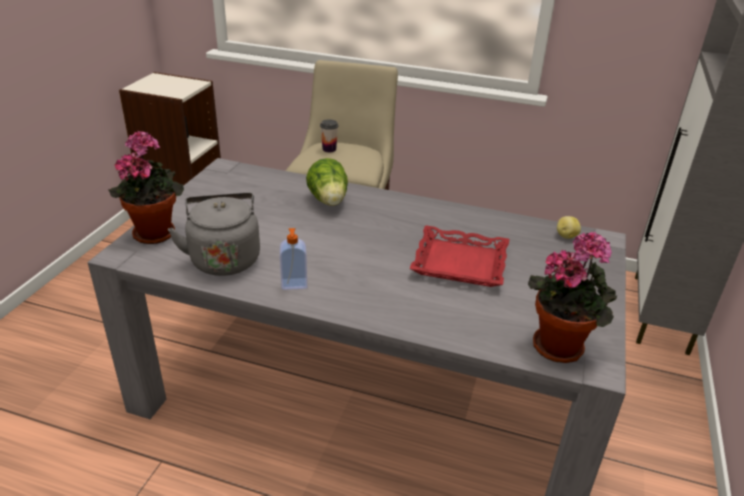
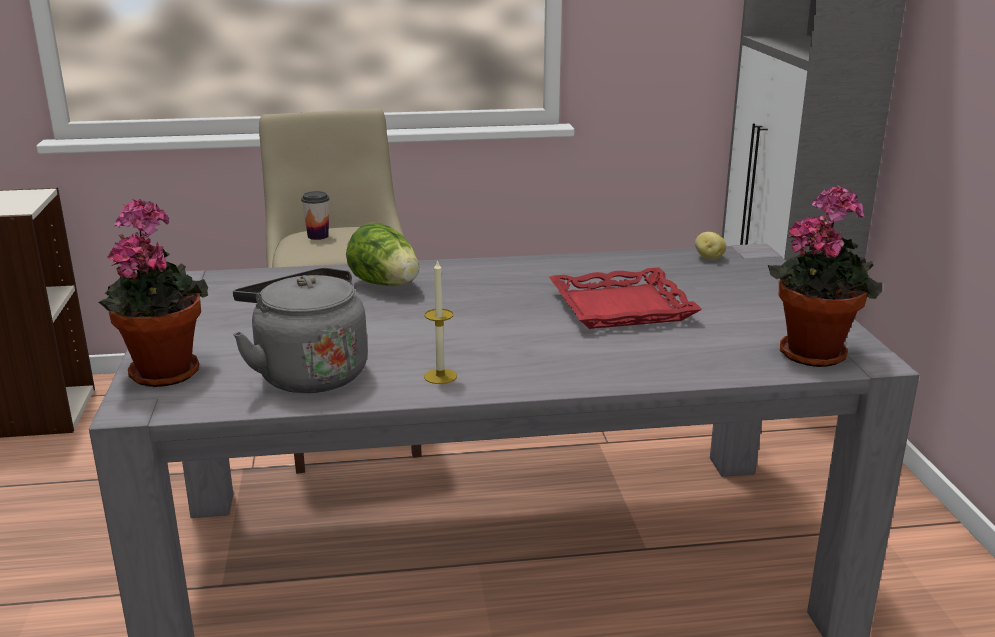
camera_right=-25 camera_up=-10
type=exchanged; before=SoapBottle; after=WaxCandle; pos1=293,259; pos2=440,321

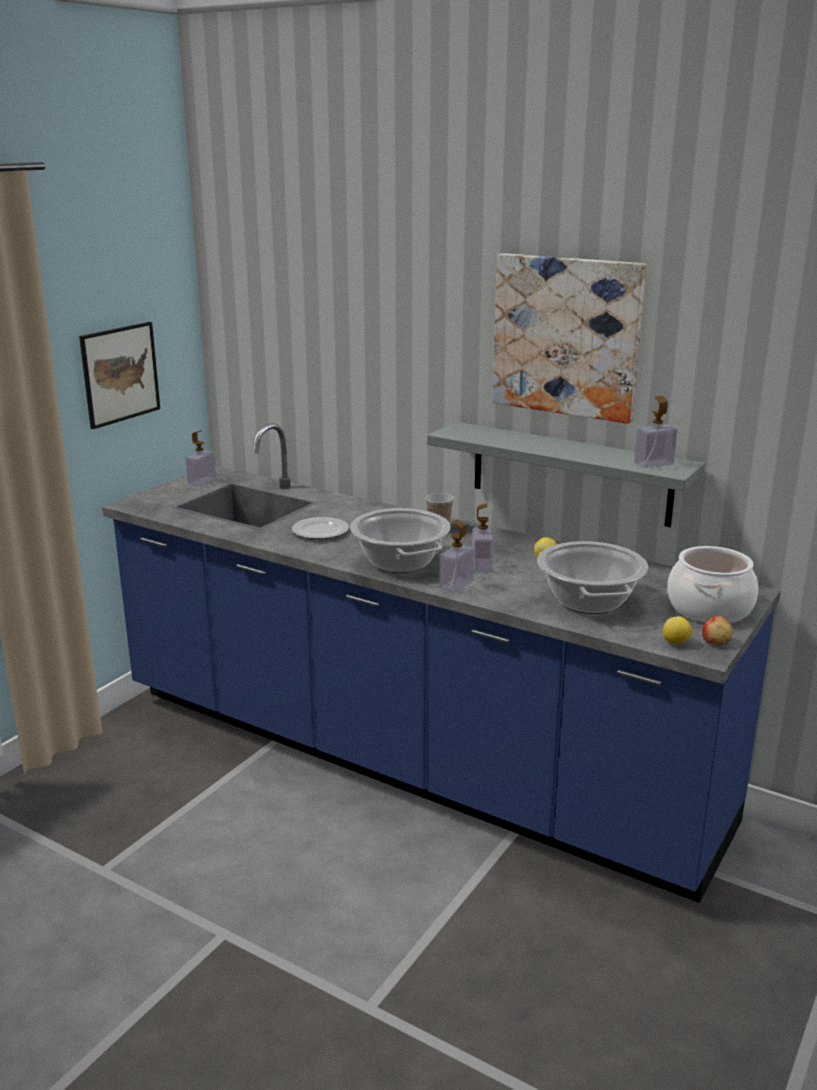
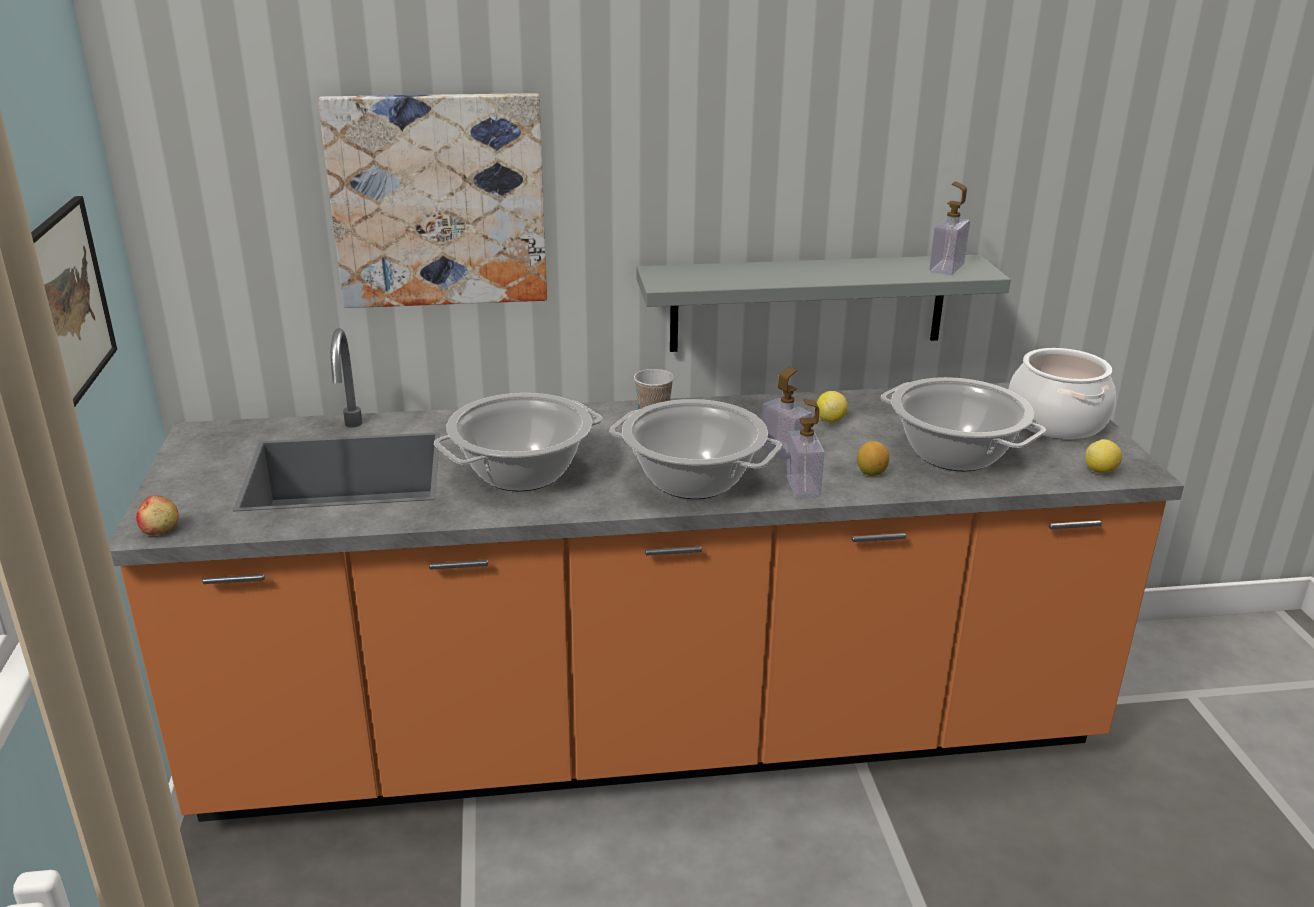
camera_right=-40 camera_up=5
type=missing; before=SoapBottle; pos1=201,458
type=appeared; after=WholeLemon; pos2=873,458
type=relocated; before=WallArt; pos1=569,338; pos2=432,200
type=relocated; before=WholeApple; pos1=717,630; pos2=157,515
type=exchanged; before=DinnerPlate; after=Stockpot; pos1=320,528; pos2=518,442
type=colour; before=BlueKitchenBaseUnit; after=OrangeColouredKitchenBaseUnit; pos1=441,663; pos2=646,575

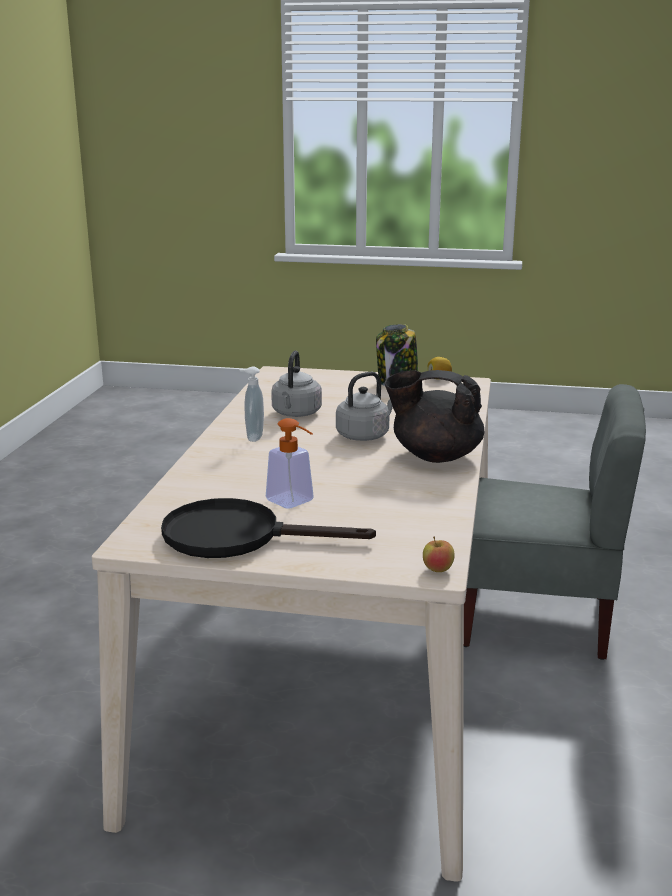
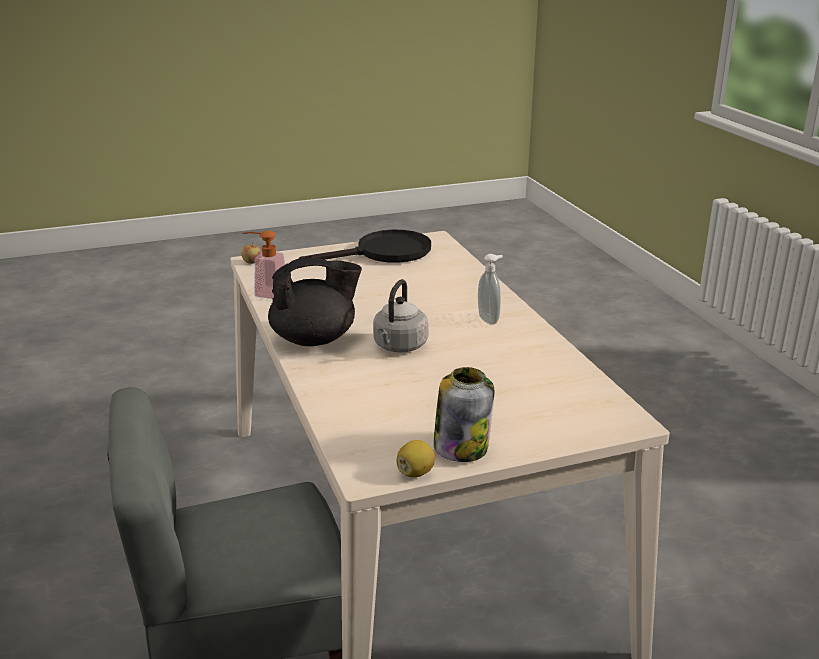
camera_right=150 camera_up=5
type=missing; before=GrayKettle; pos1=296,384
type=relocated; before=SoapBottle; pos1=290,463; pos2=263,265

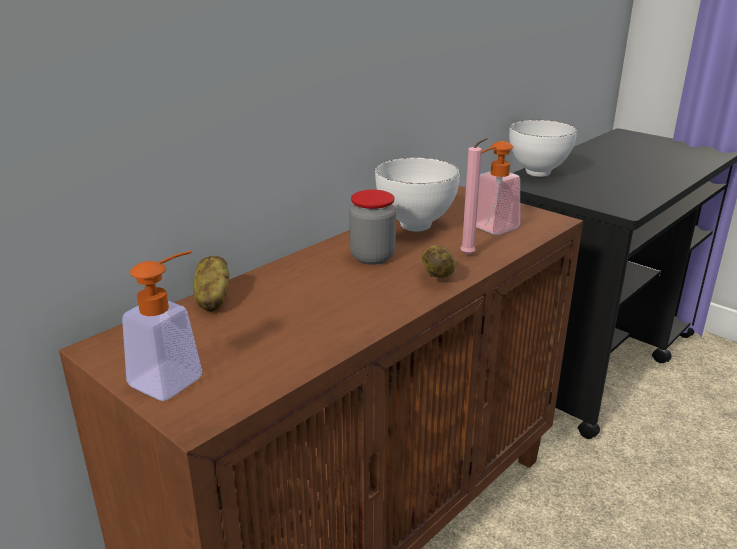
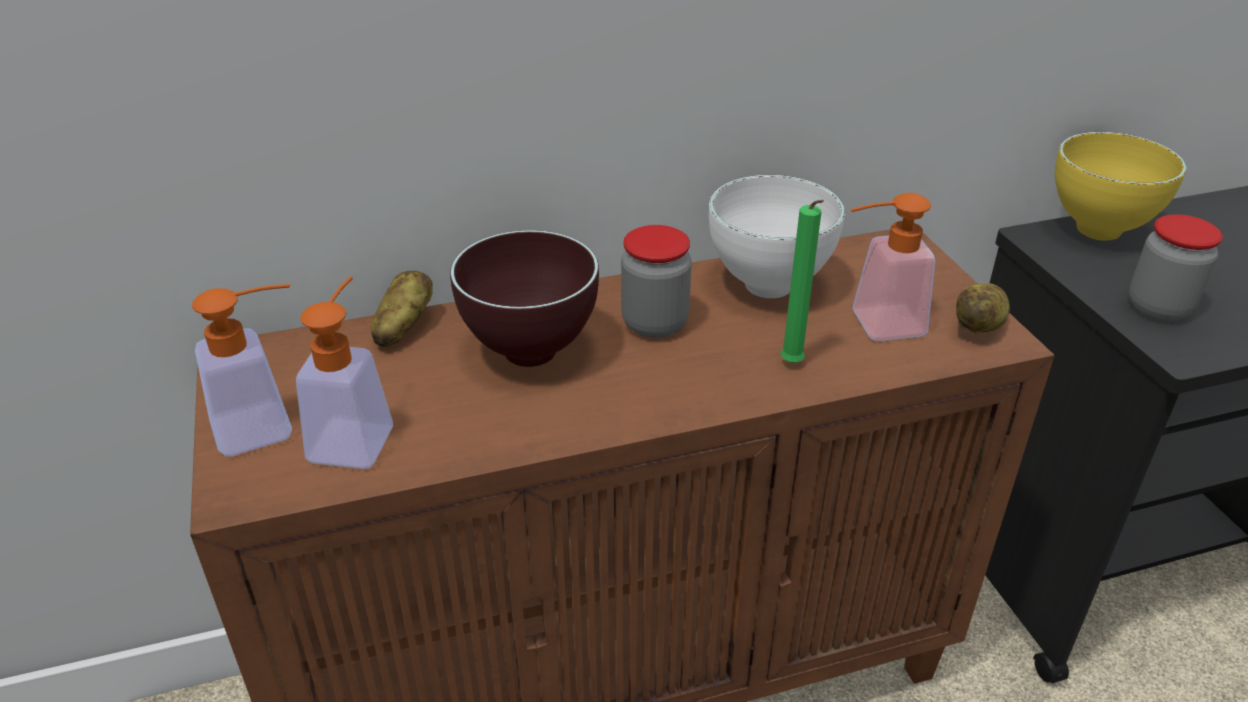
camera_right=30 camera_up=10
type=appeared; after=SoapBottle; pos2=344,372
type=appeared; after=BrownishBowl; pos2=524,298
type=appeared; after=Jar; pos2=1176,268
type=relocated; before=WholePotato; pos1=439,261; pos2=983,308
type=colour; before=PinkWaxCandle; after=GreenColouredWaxCandle; pos1=474,196; pos2=802,281
type=colour; before=WhitishBowl; after=YellowishBowl; pos1=543,148; pos2=1120,186

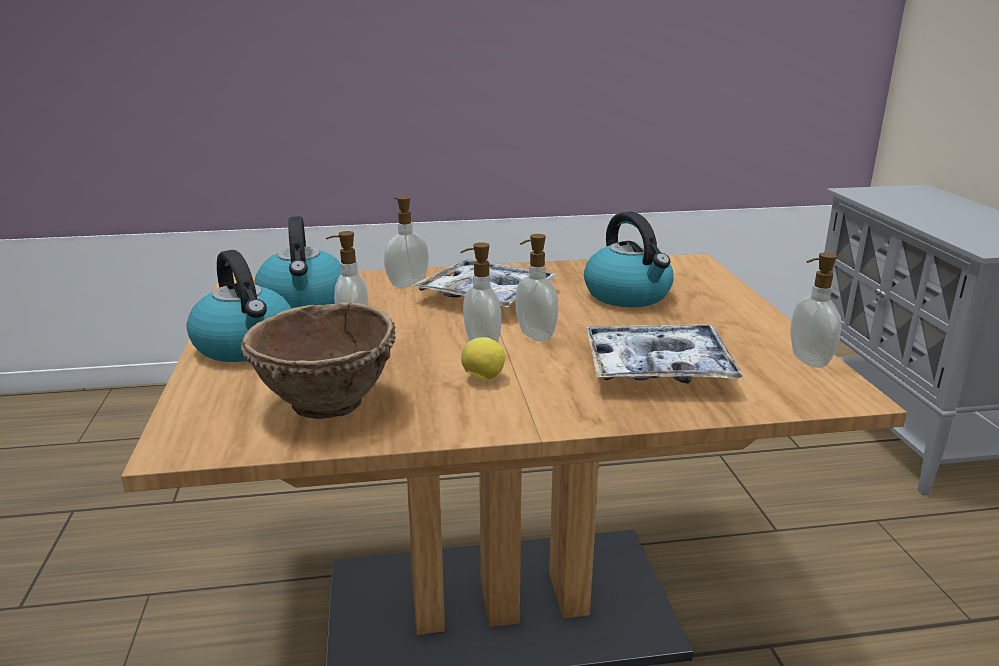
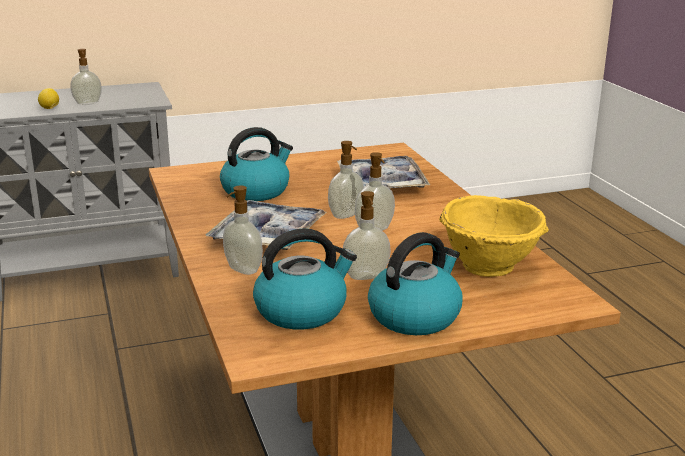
camera_right=-100 camera_up=0
type=relocated; before=WholeLemon; pos1=483,358; pos2=48,98
type=relocated; before=SoapBottle; pos1=815,310; pos2=86,77
type=colour; before=BrownishBowl; after=YellowishBowl; pos1=318,361; pos2=494,236

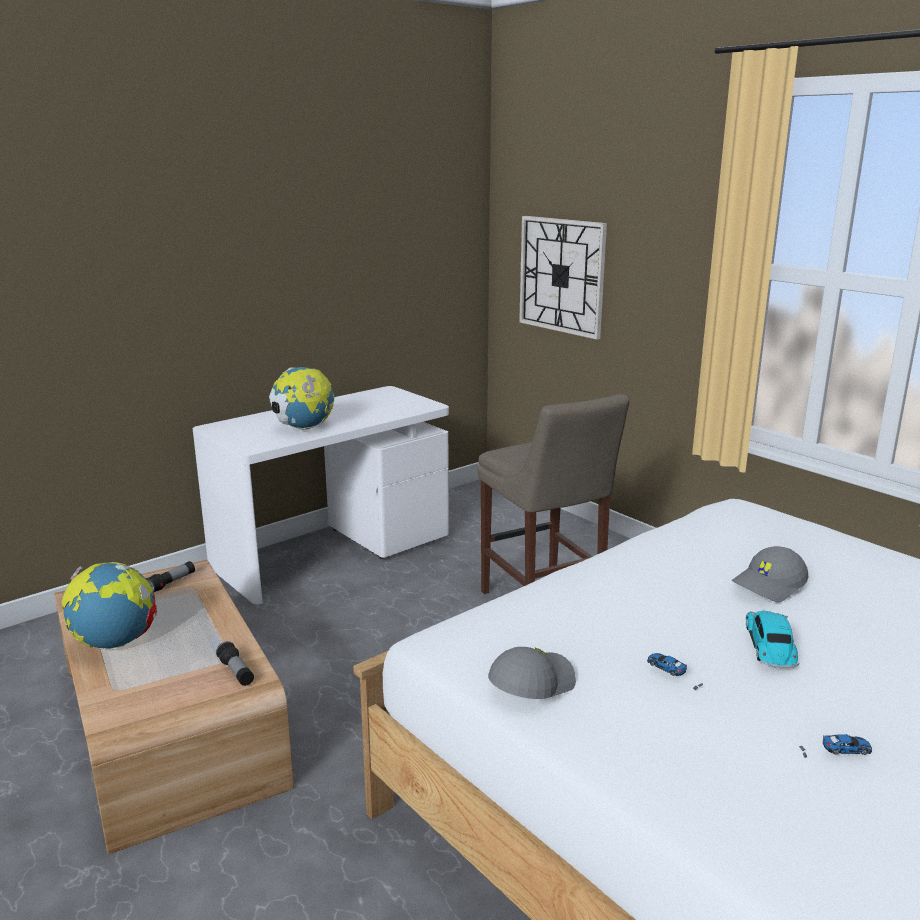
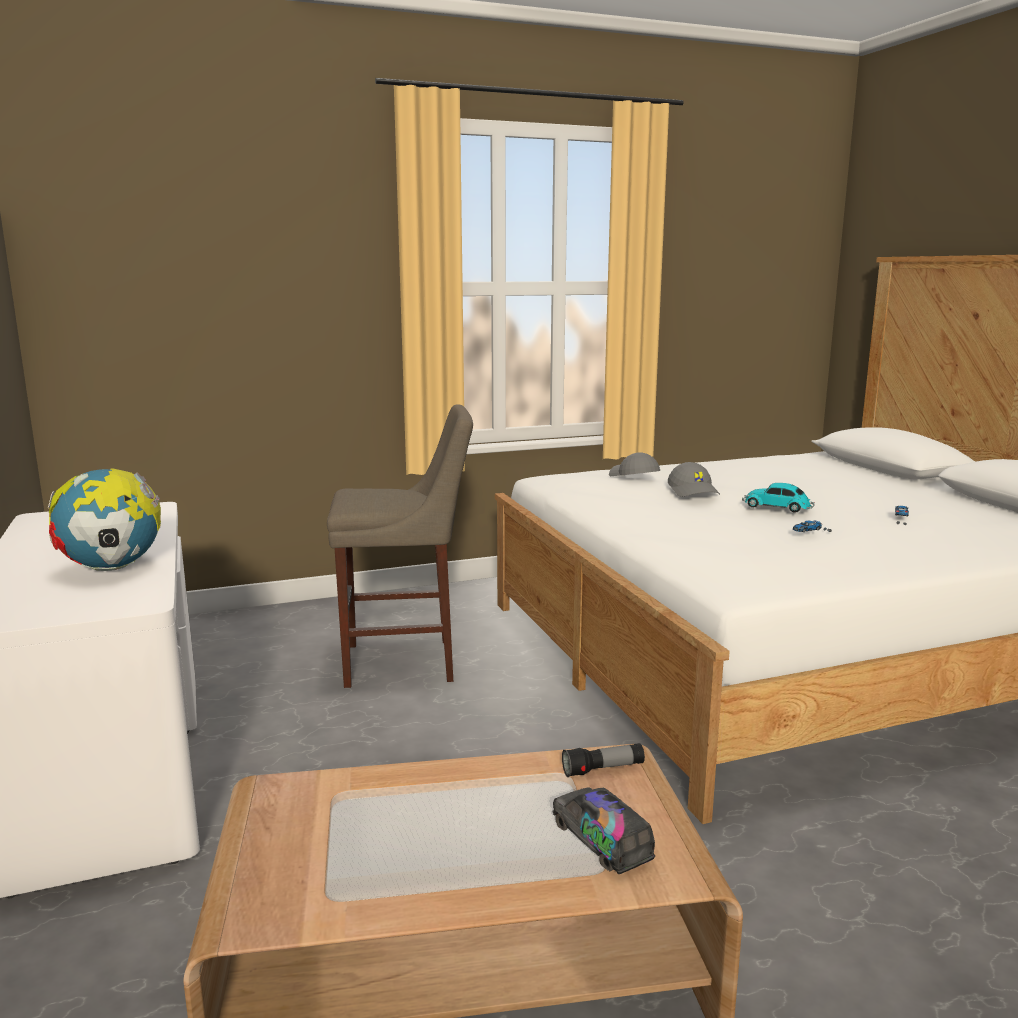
camera_right=-70 camera_up=-5
type=missing; before=WorldGlobe; pos1=109,606
type=missing; before=Flashlight; pos1=170,576
type=missing; before=HangingClock; pos1=563,278
type=appeared; after=ToyTruck; pos2=603,830
type=relocated; before=GrayCap; pos1=532,673; pos2=634,464

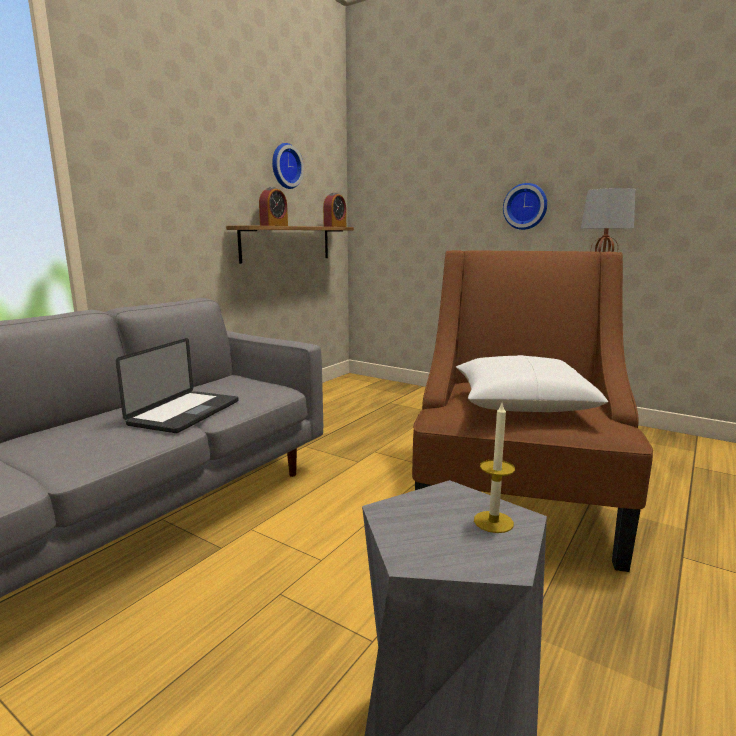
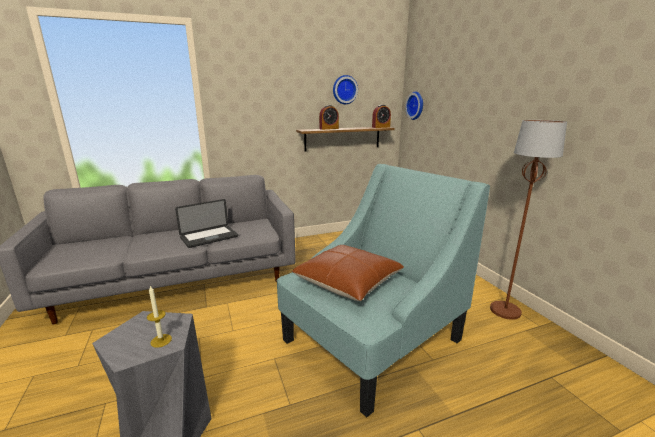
camera_right=35 camera_up=5
type=relocated; before=HangingClock; pos1=525,206; pos2=414,106
type=colour; before=BrownishLoungeChair; after=TurquoiseColouredLoungeChair; pos1=532,411; pos2=383,291
type=colour; before=WhitishPillow; after=BrownishPillow; pos1=532,383; pos2=348,273

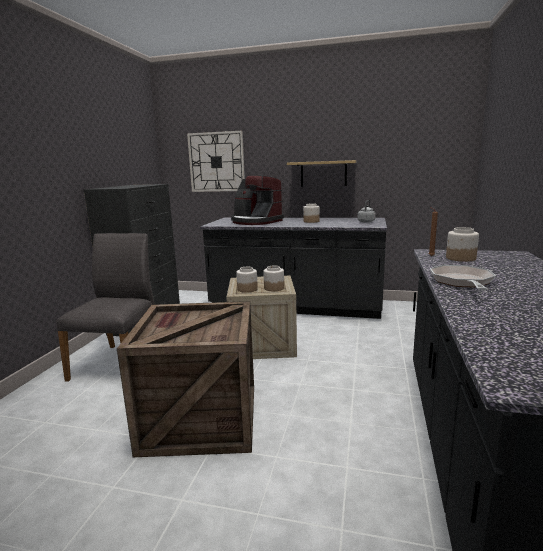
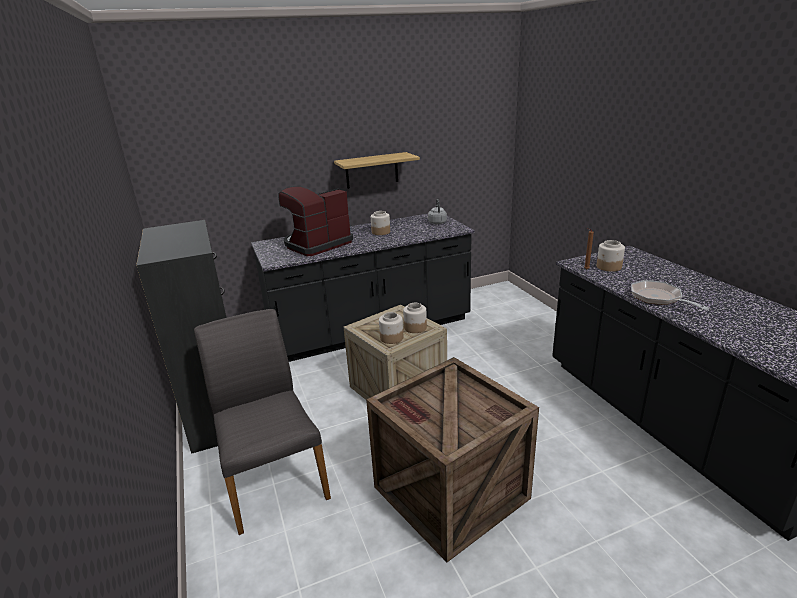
camera_right=-35 camera_up=10
type=missing; before=HangingClock; pos1=216,161
type=spun; before=CoffeeMaker; pos1=257,200; pos2=315,221; turn=135

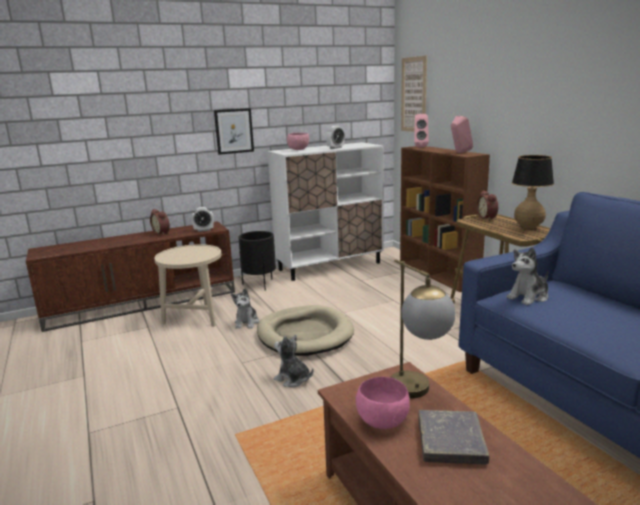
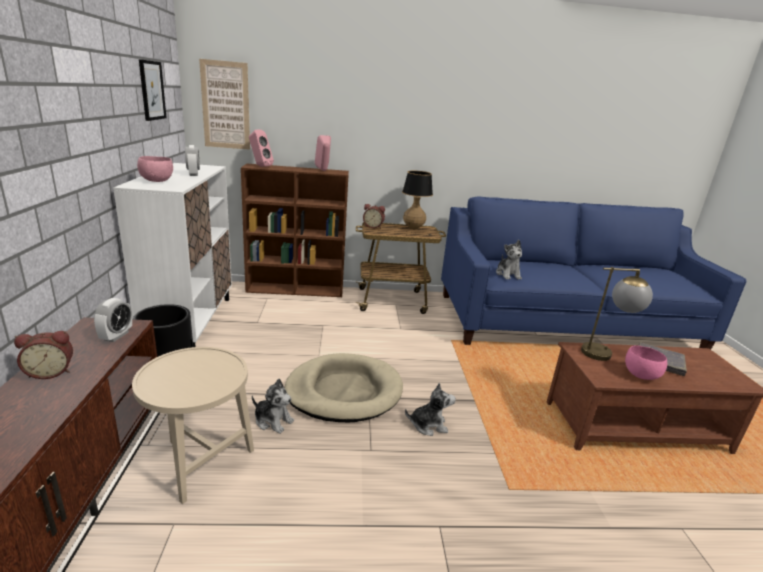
camera_right=-70 camera_up=5
type=relocated; before=WallArt; pos1=234,131; pos2=153,90
type=spun; before=SoftToy; pos1=293,360; pos2=430,409; turn=-150

